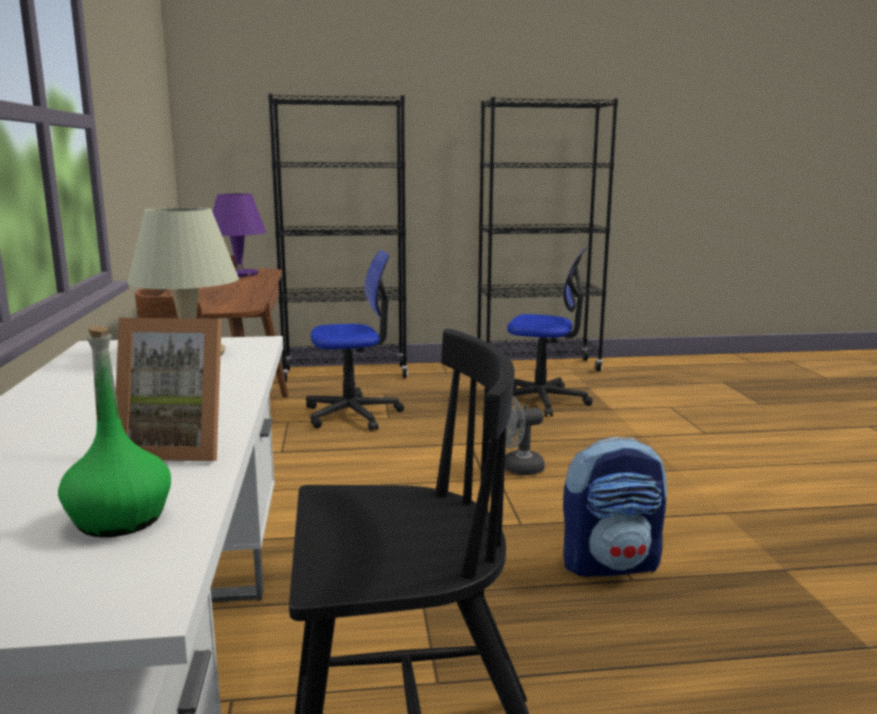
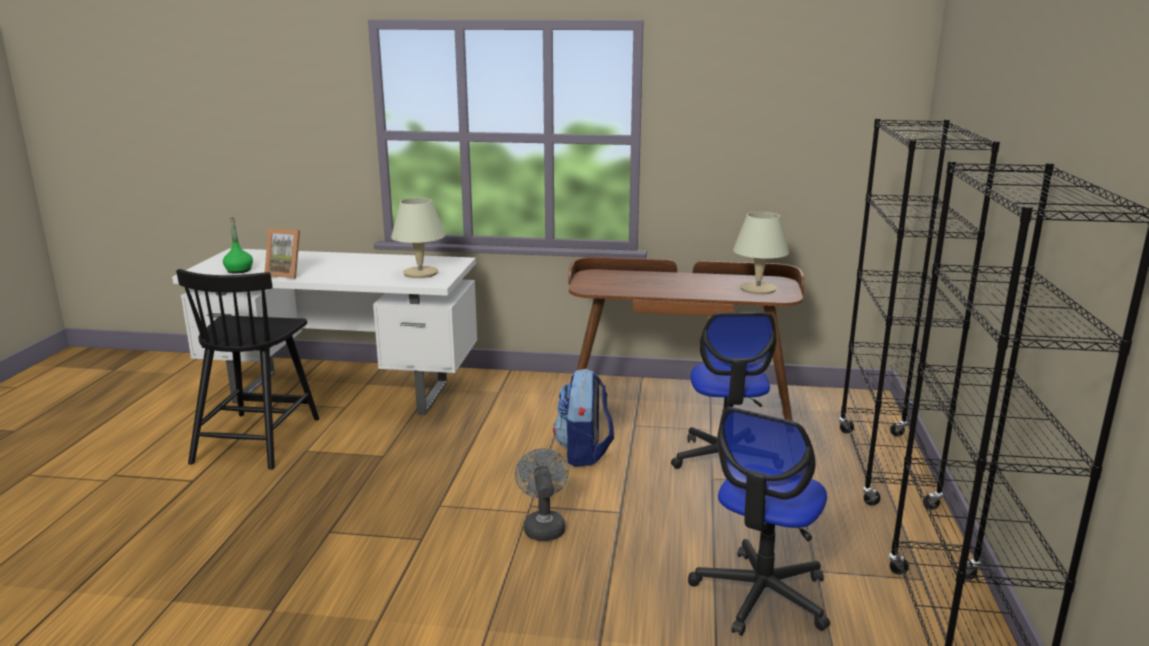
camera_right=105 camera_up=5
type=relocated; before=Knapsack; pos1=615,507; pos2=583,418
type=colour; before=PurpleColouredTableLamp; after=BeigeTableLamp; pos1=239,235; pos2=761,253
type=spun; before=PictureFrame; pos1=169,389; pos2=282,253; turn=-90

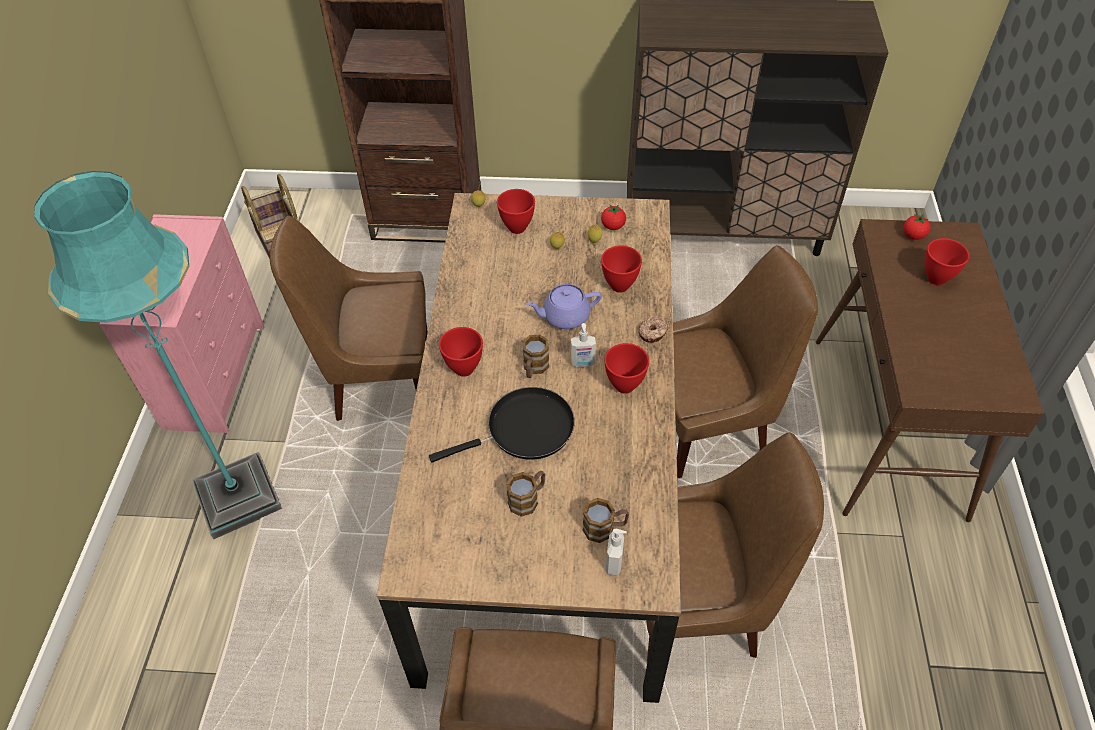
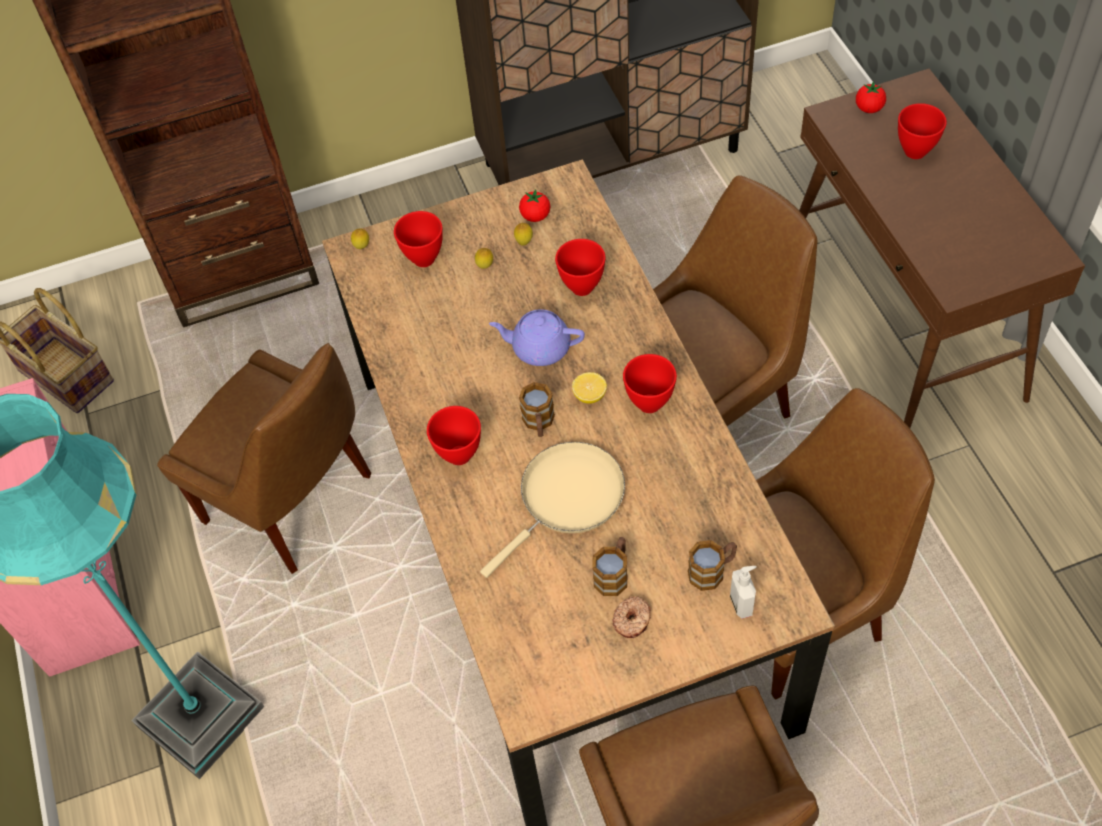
camera_right=-20 camera_up=5
type=relocated; before=RingDoughnut; pos1=653,330; pos2=631,617
type=exchanged; before=SoapBottle; after=WholeLemon; pos1=583,345; pos2=589,388
type=colour; before=BlackColouredSkillet; after=BeigeSkillet; pos1=502,424; pos2=552,510
type=spun; before=BrownishChair; pos1=349,318; pos2=264,458; turn=-120
type=spun; before=PurpleColouredTeaPot; pos1=563,306; pos2=537,337; turn=45

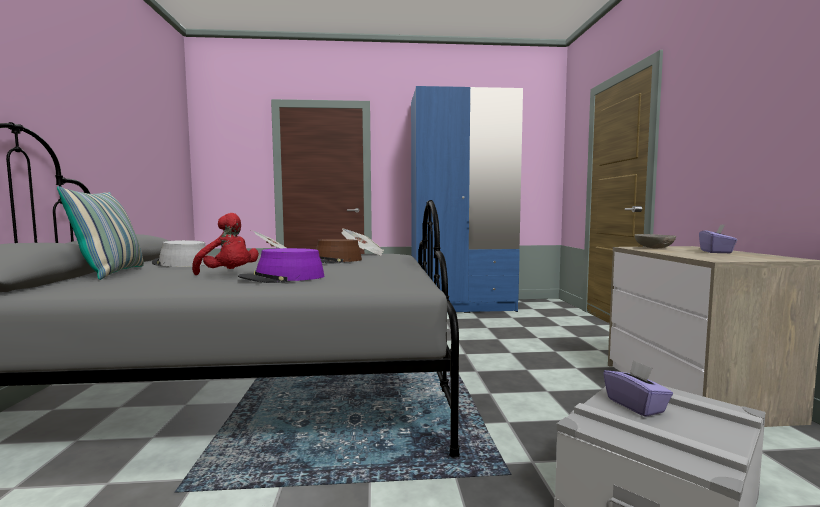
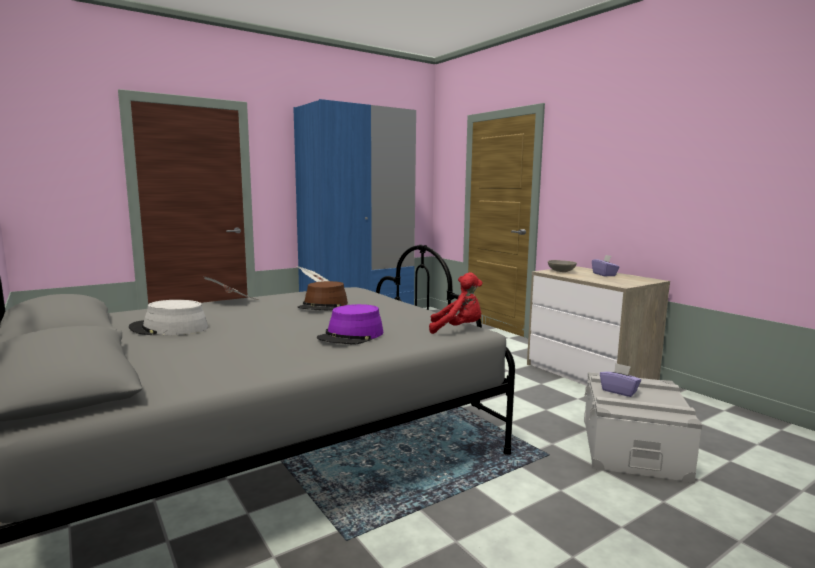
camera_right=-30 camera_up=5
type=missing; before=Pillow; pos1=100,233
type=relocated; before=RedColouredSoftToy; pos1=225,244; pos2=455,303

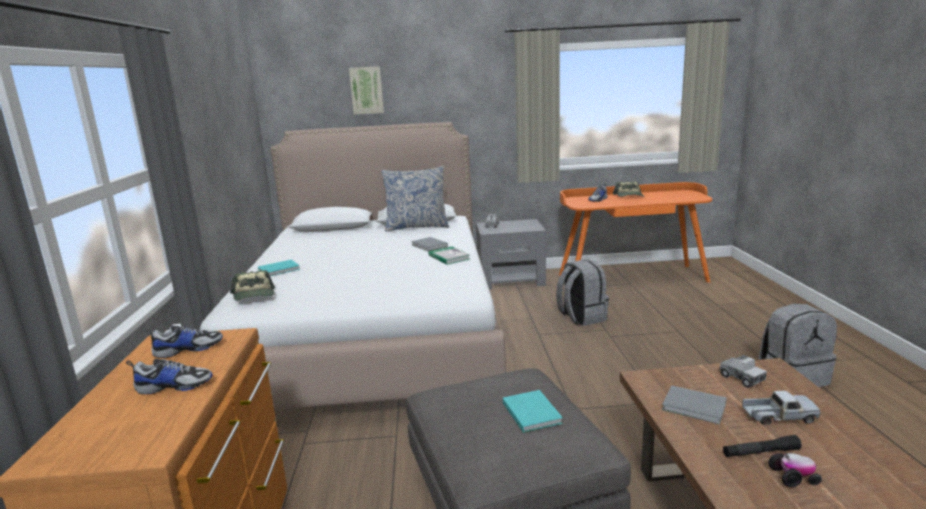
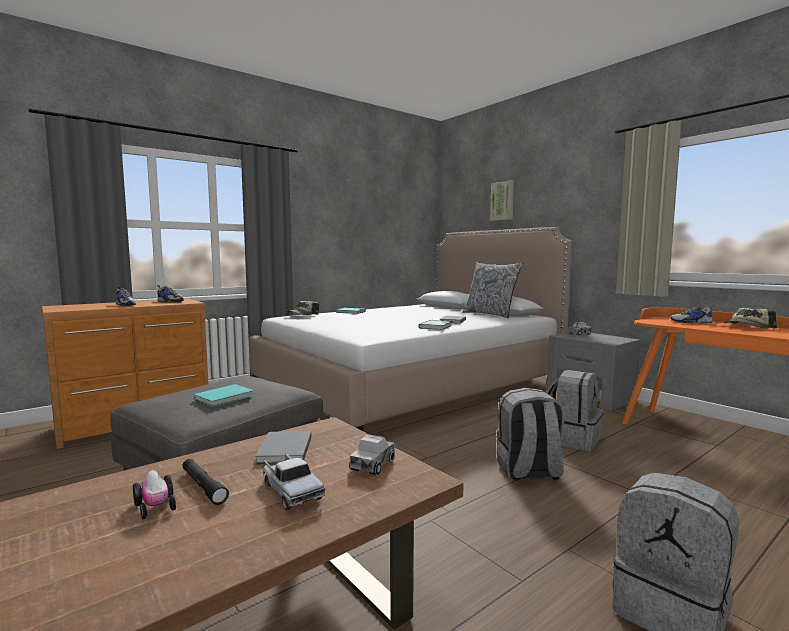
camera_right=55 camera_up=-10
type=appeared; after=GrayKnapsack; pos2=530,434

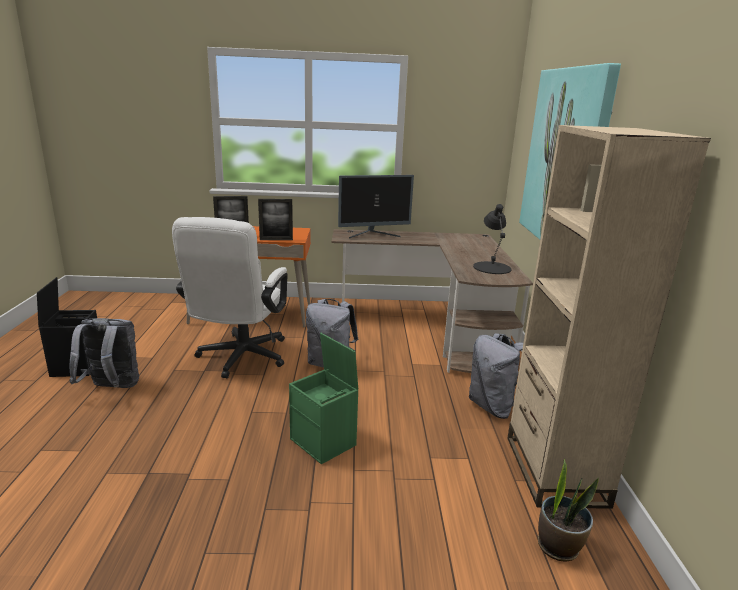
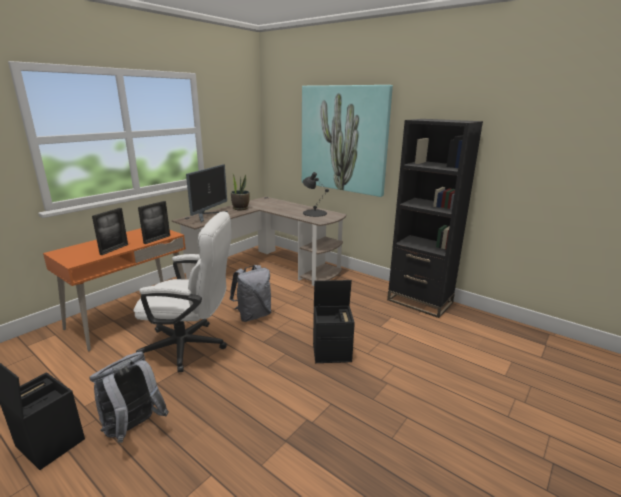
camera_right=-50 camera_up=0
type=missing; before=GrayKnapsack; pos1=496,376
type=relocated; before=PottedPlant; pos1=568,510; pos2=240,192
type=colour; before=GreenColouredStorageBin; after=BlackColouredStorageBin; pos1=323,398; pos2=334,321
type=colour; before=BeigeBookcase; after=BlackColouredBookcase; pos1=609,317; pos2=435,218
type=spun; before=WhitishOfficeChair; pos1=230,297; pos2=183,292; turn=-45

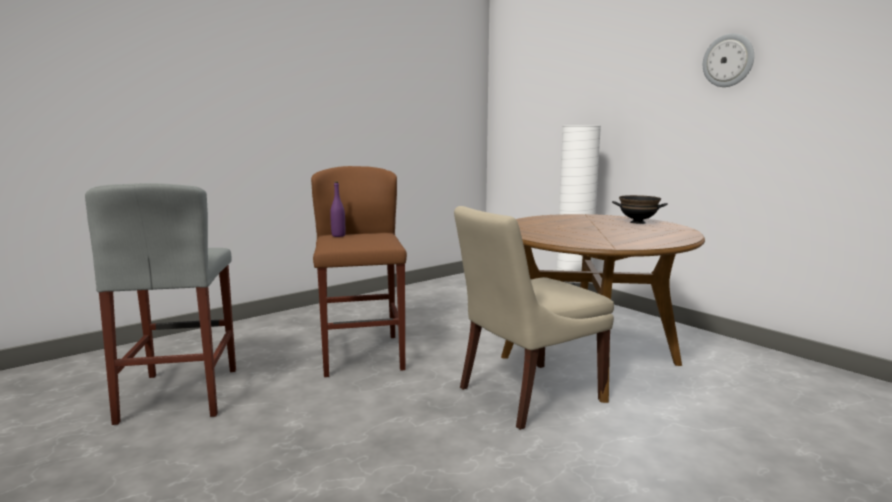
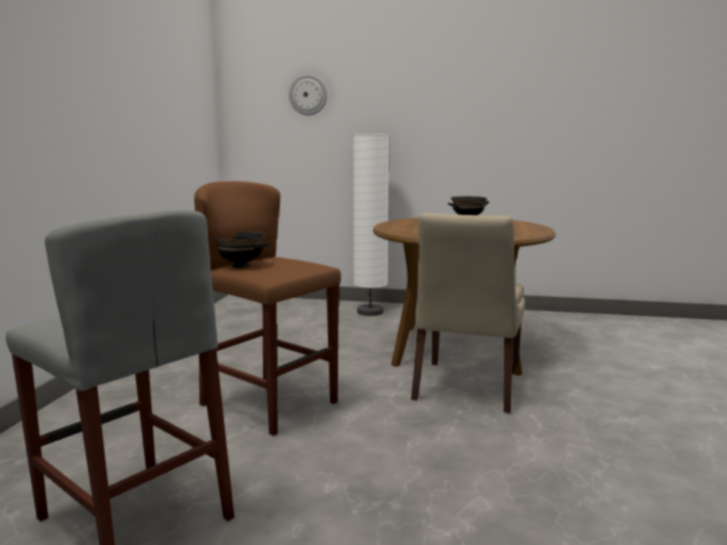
camera_right=-40 camera_up=0
type=relocated; before=HangingClock; pos1=728,60; pos2=308,94
type=exchanged; before=PurpleColouredBeverageBottle; after=BlackColouredBowl; pos1=337,209; pos2=242,249

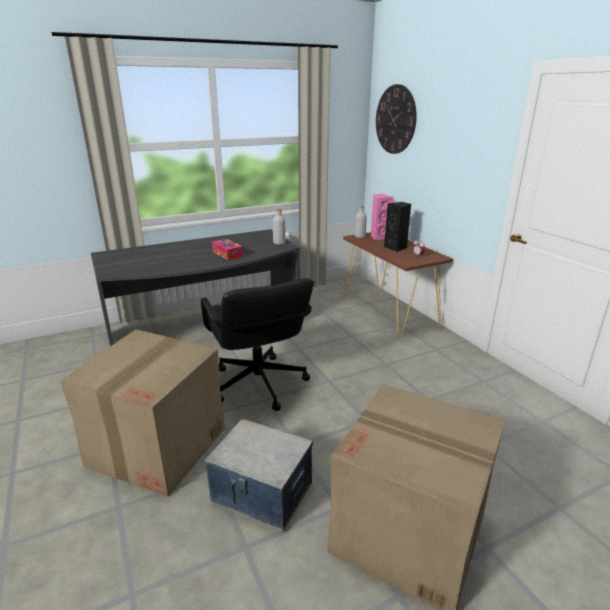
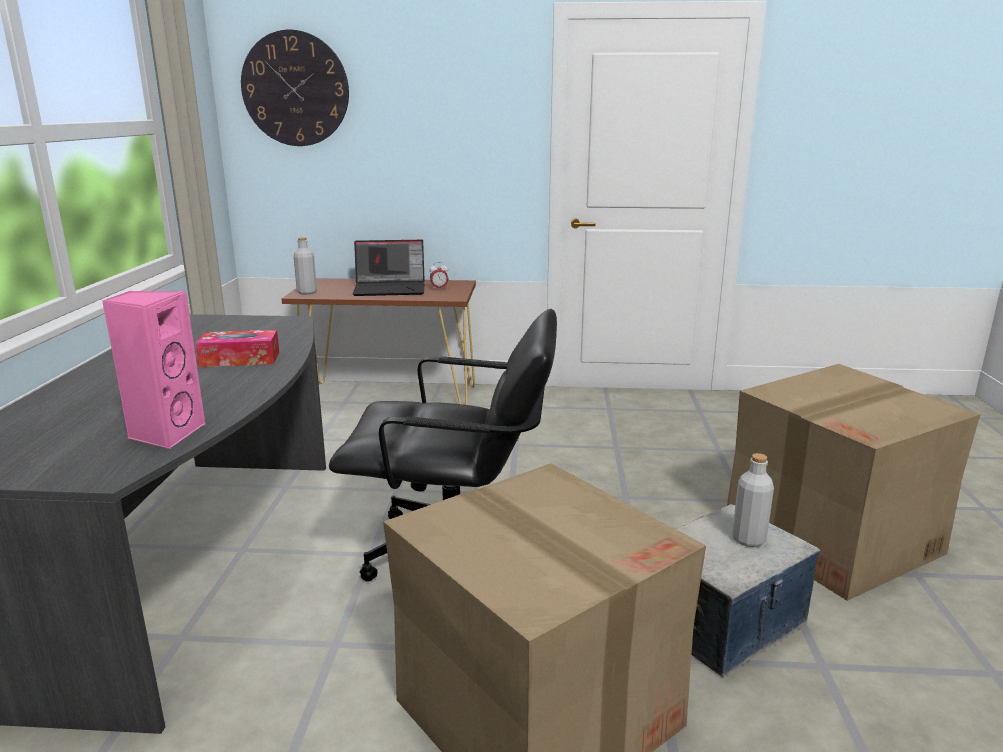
camera_right=-60 camera_up=-5
type=relocated; before=GrayBeverageBottle; pos1=279,226; pos2=753,500
type=relocated; before=PinkSpeaker; pos1=382,217; pos2=154,370
type=exchanged; before=BlackColouredSpeaker; after=Laptop; pos1=397,227; pos2=388,268

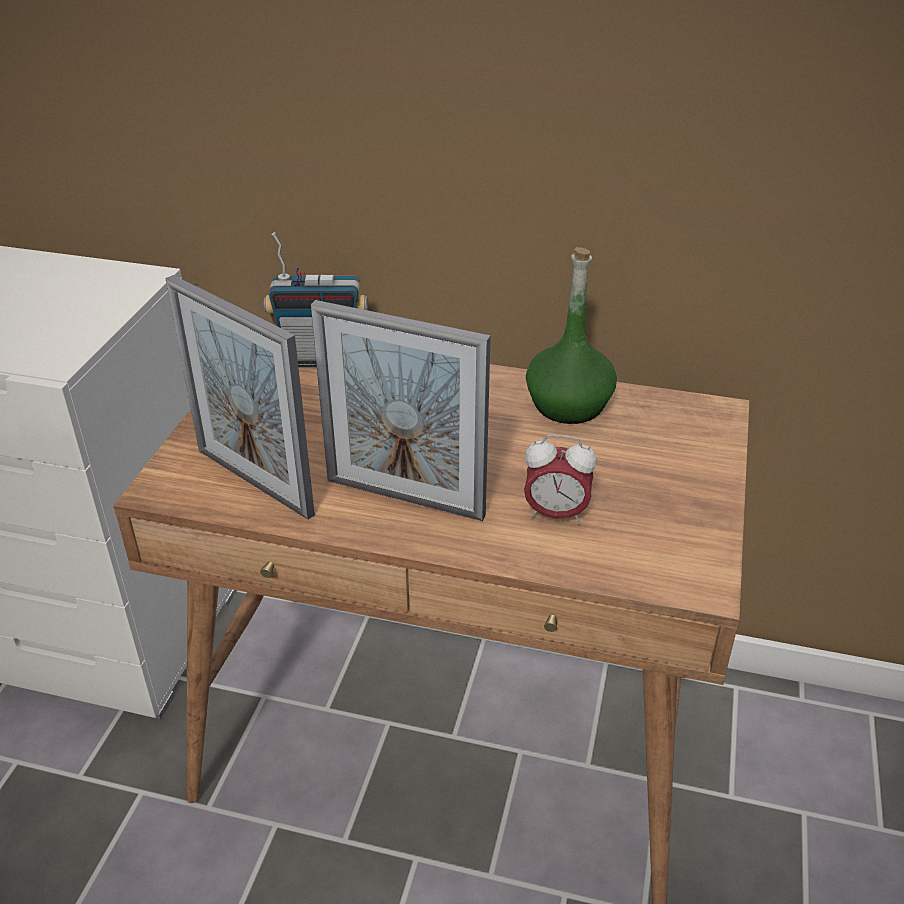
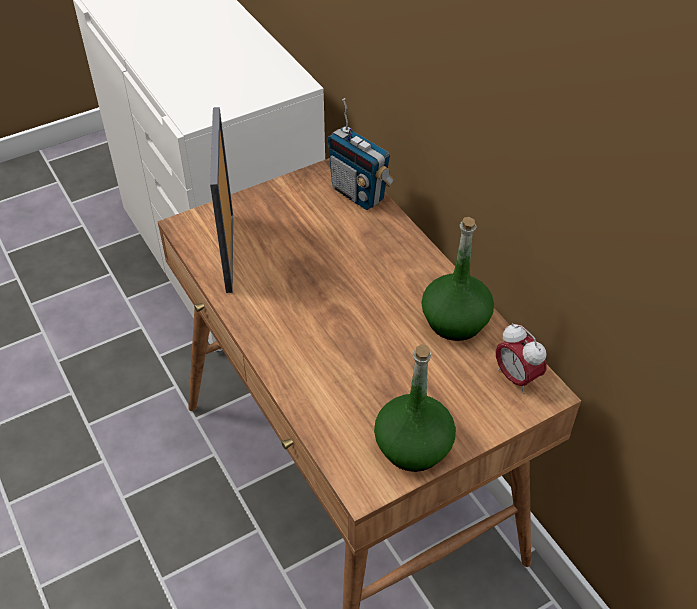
camera_right=45 camera_up=10
type=missing; before=PictureFrame; pos1=401,410
type=appeared; after=GreenColouredBeverageBottle; pos2=415,408
type=relocated; before=TableClock; pos1=560,479; pos2=521,358

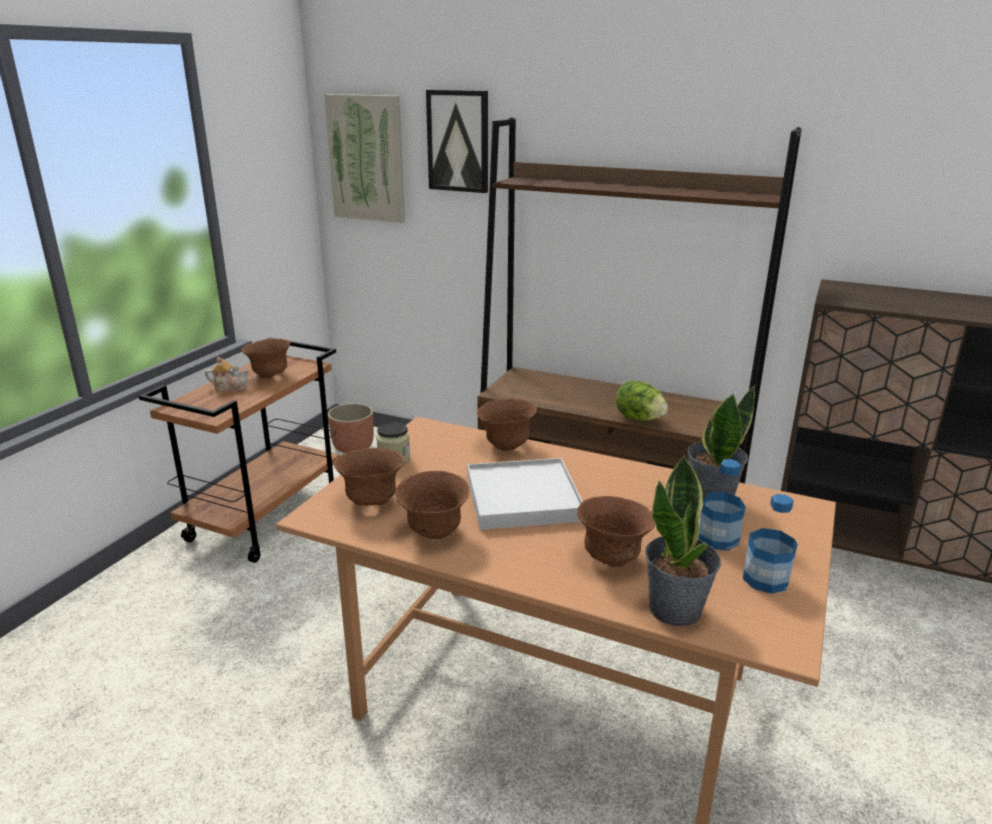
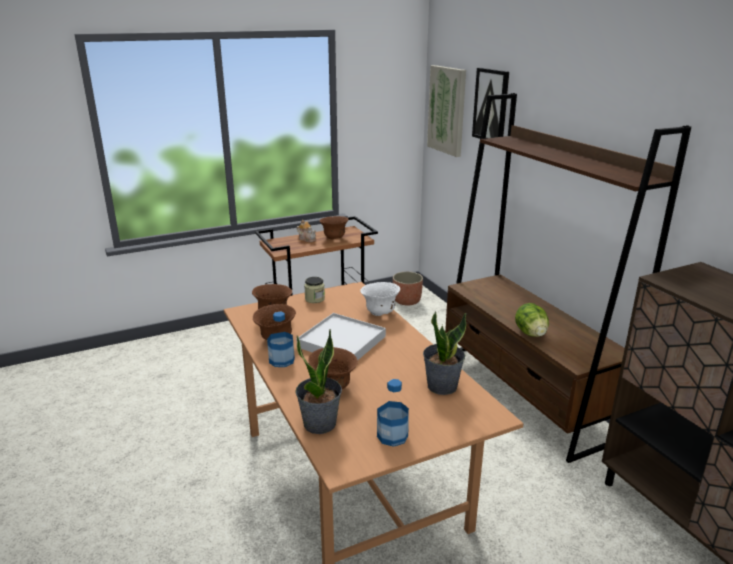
camera_right=40 camera_up=0
type=relocated; before=BeverageBottle; pos1=722,504; pos2=281,339
type=colour; before=BrownishBowl; after=WhitishBowl; pos1=507,424; pos2=380,299

